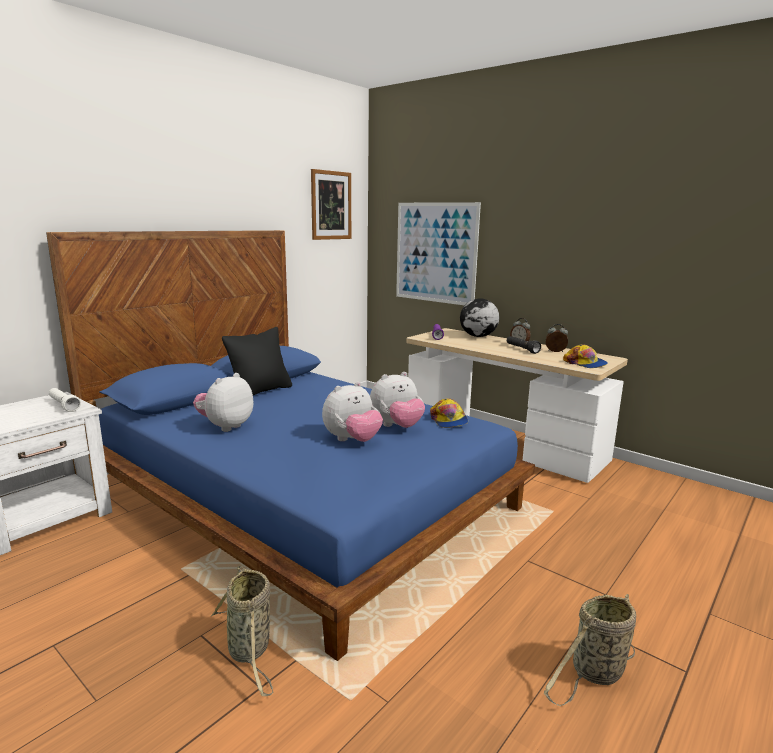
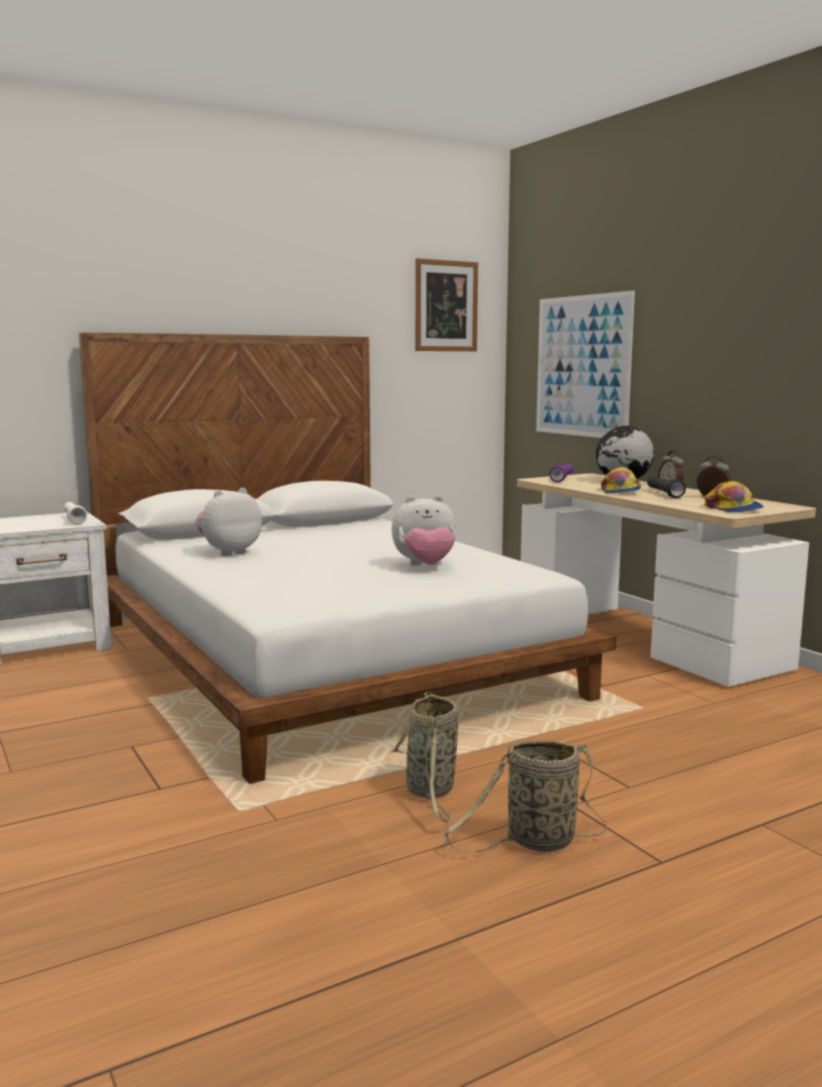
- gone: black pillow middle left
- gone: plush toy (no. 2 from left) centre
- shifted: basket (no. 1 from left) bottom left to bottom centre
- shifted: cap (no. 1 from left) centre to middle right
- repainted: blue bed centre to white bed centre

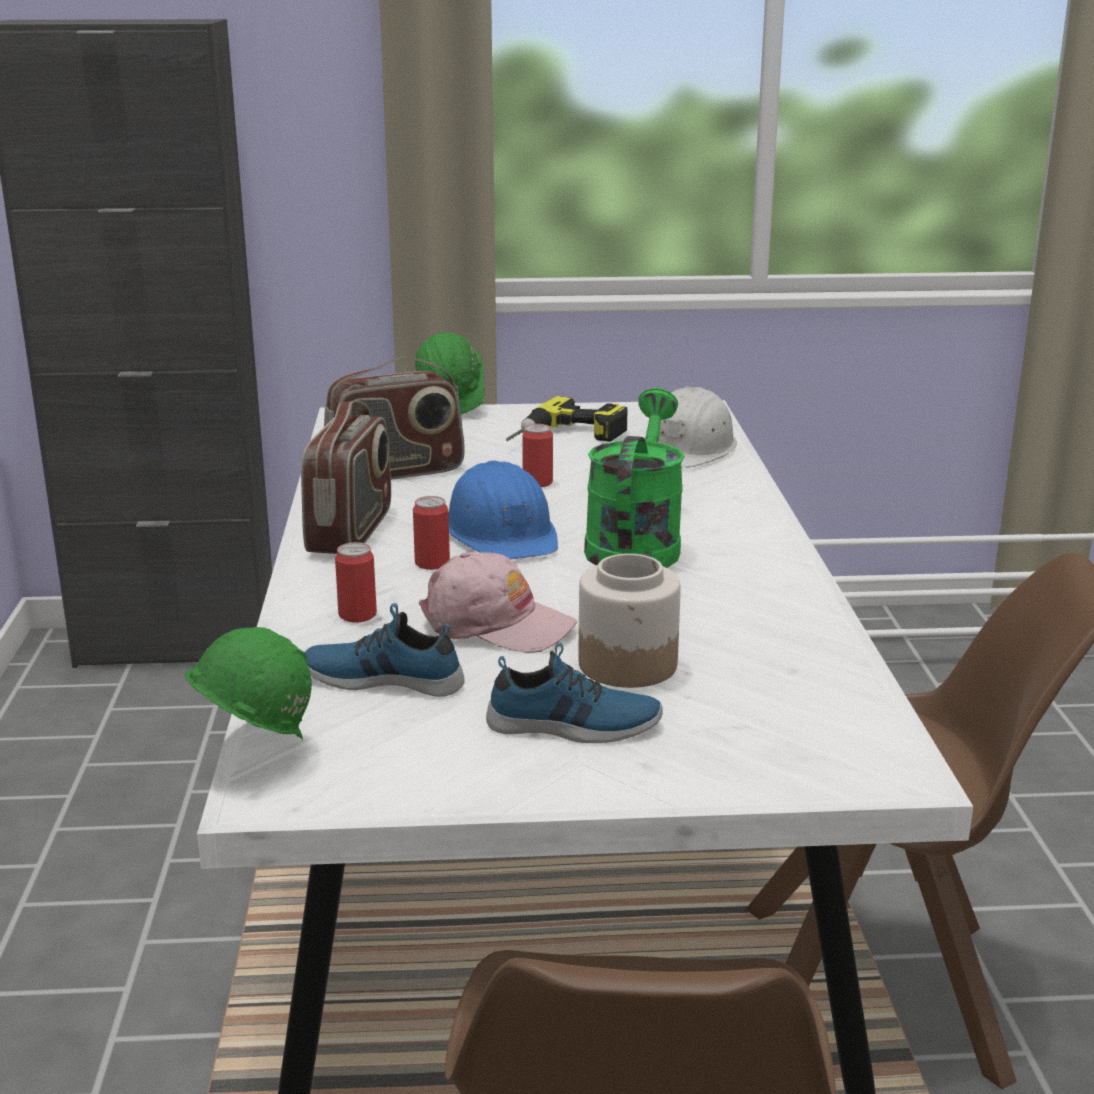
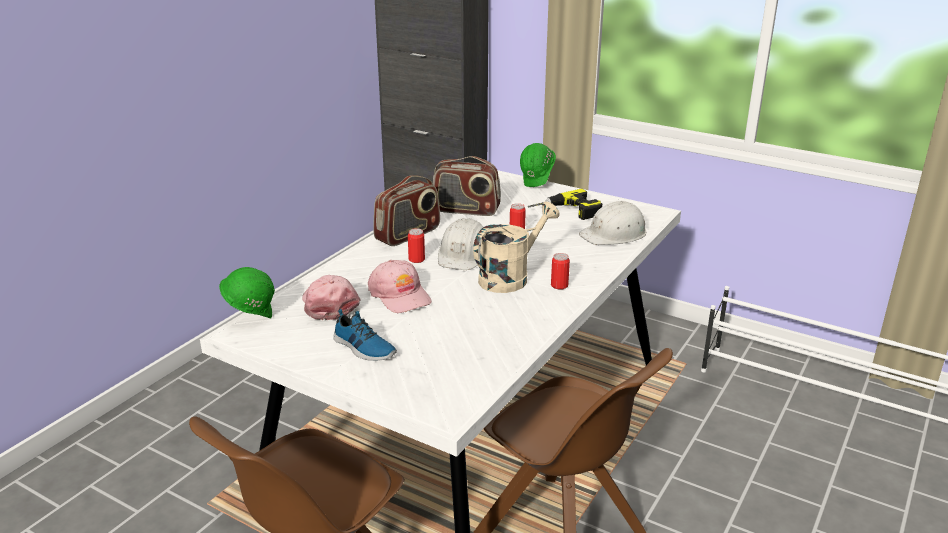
- gone: jar centre
- shifted: can (no. 1 from left in the first image) middle left to can (no. 3 from left) centre
- swapped: shoe (no. 1 from left) centre to pink cap (no. 1 from left) centre
- repainted: blue hard hat centre to white hard hat (no. 1 from left) centre
- repainted: green watering can centre to beige watering can centre

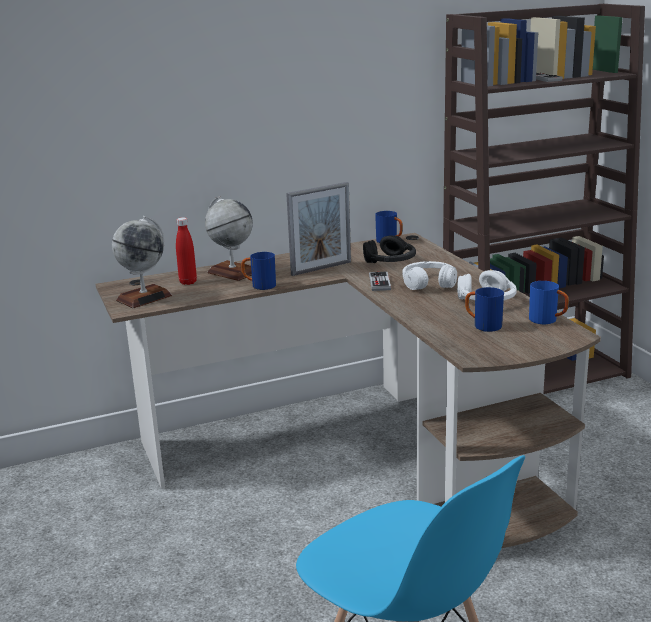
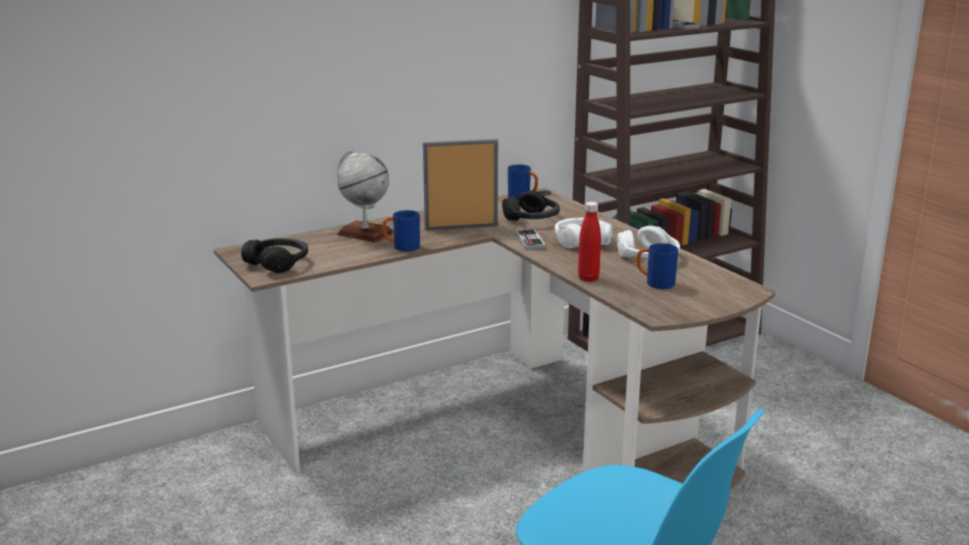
- gone: blue mug (no. 4 from left) middle right
- shifted: red bottle middle left to centre
- swapped: globe (no. 1 from left) middle left to black headphones (no. 1 from left) middle left
- rotated: picture frame centre = centre 150 degrees counterclockwise

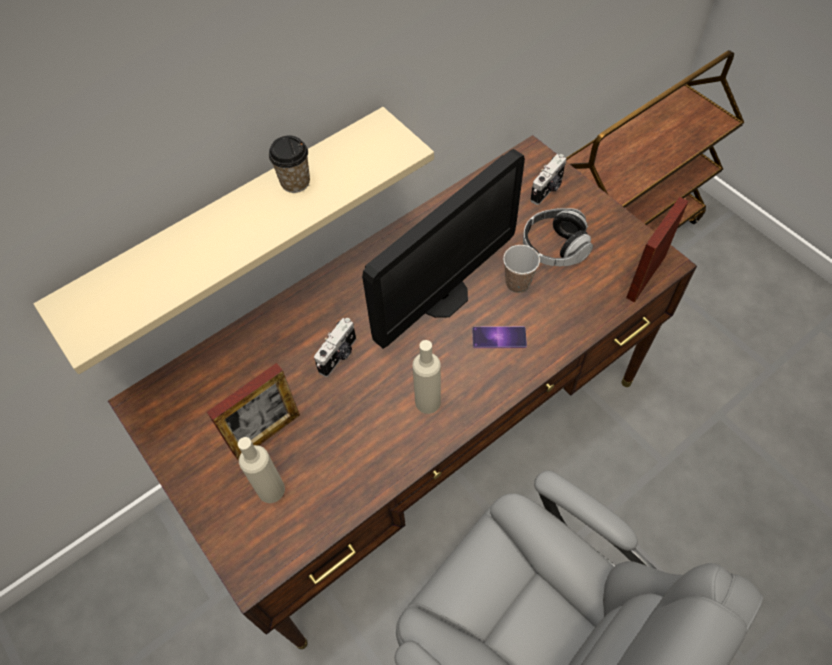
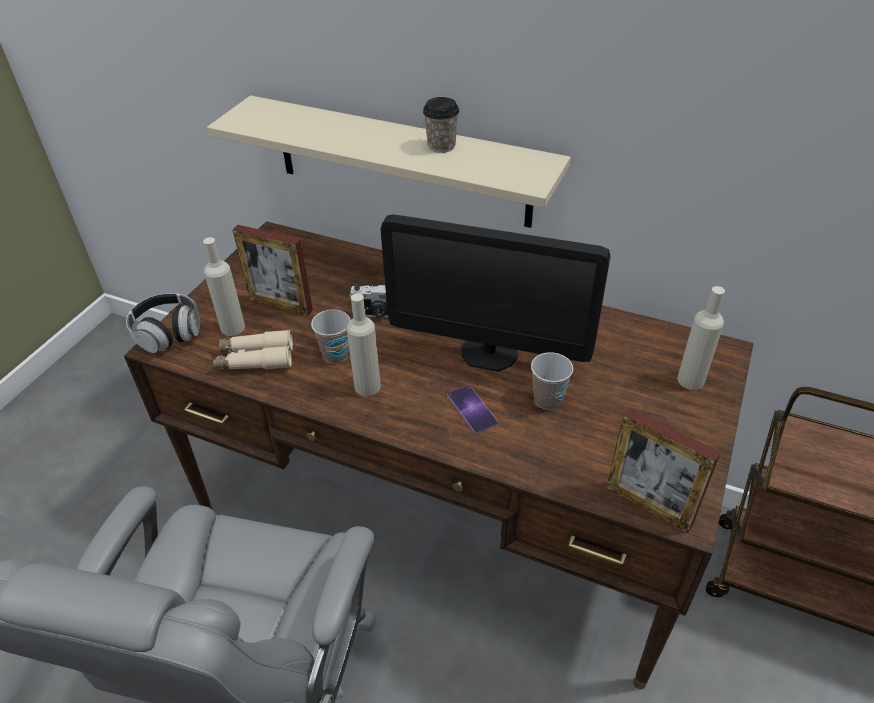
- new: beige binoculars middle left
- new: cup (no. 1 from left) centre
- shifted: headphones middle right to middle left
- swapped: photo camera (no. 2 from left) top centre to beige bottle (no. 3 from left) middle right
- rotated: picture frame (no. 2 from left) middle right = bottom right 150 degrees counterclockwise

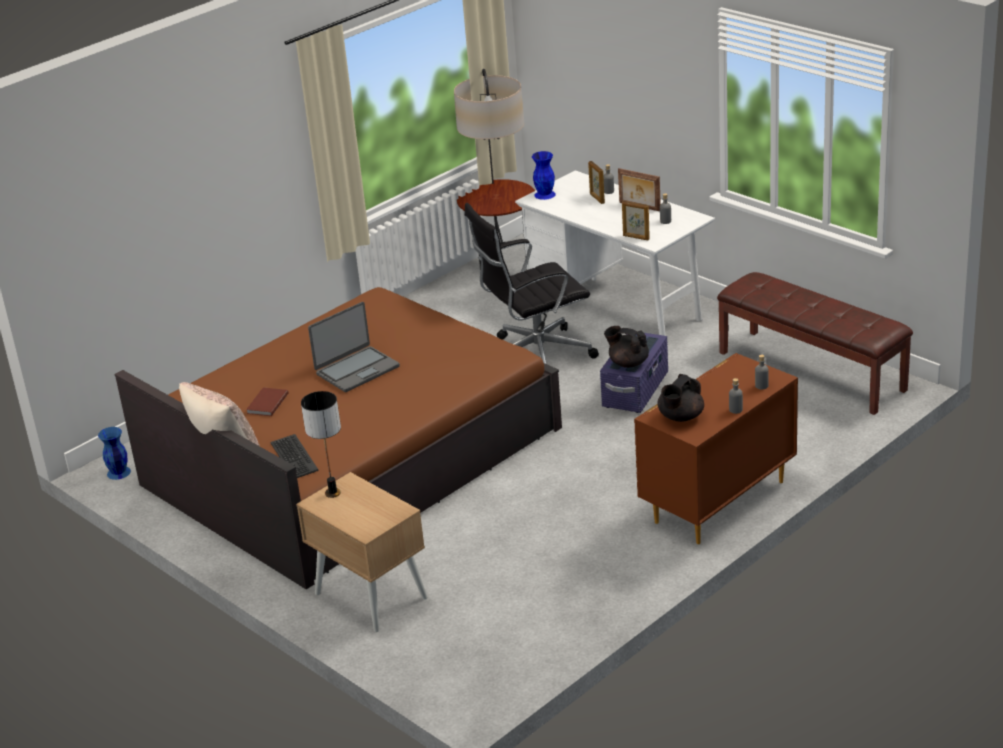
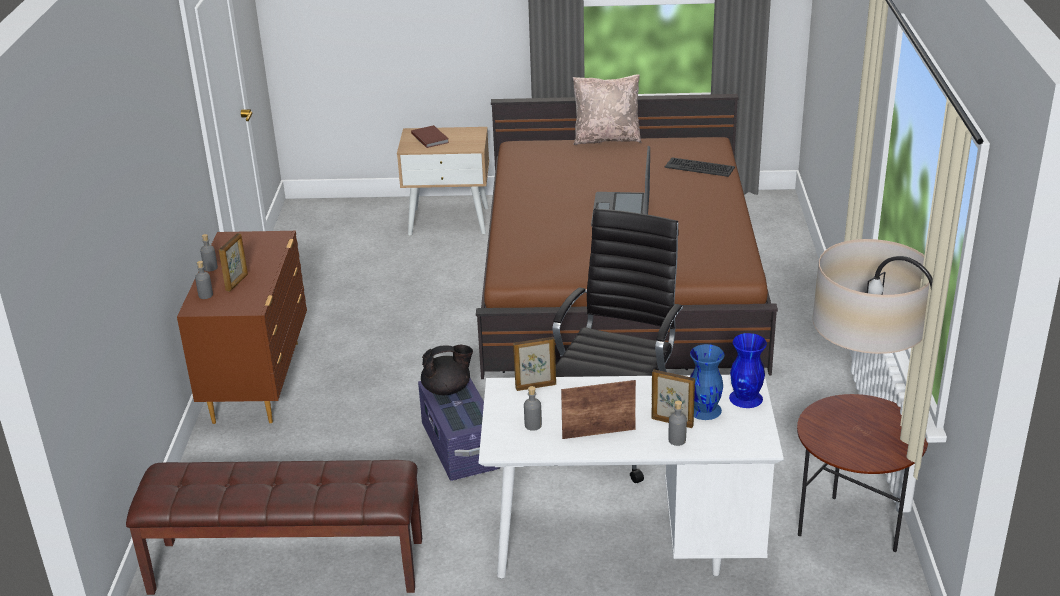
- gone: table lamp middle left
- gone: black teapot (no. 2 from left) middle right
- new: picture frame (no. 1 from left) middle left
- shifted: blue vase (no. 1 from left) middle left to middle right
- shifted: brown book middle left to top centre
- shifted: keyboard middle left to top centre

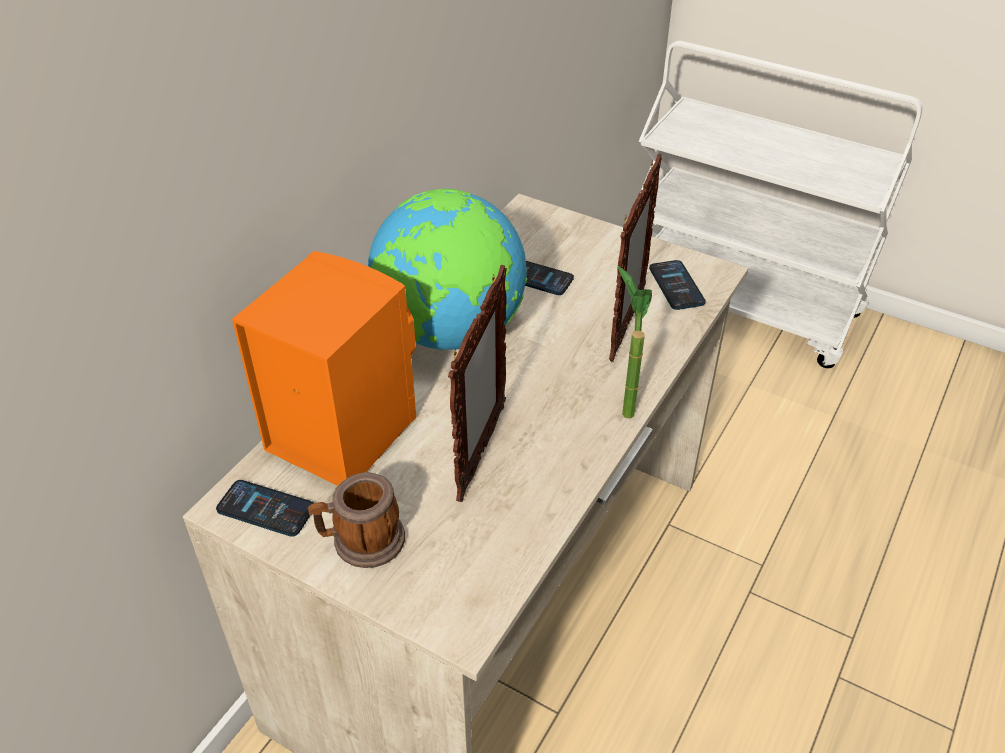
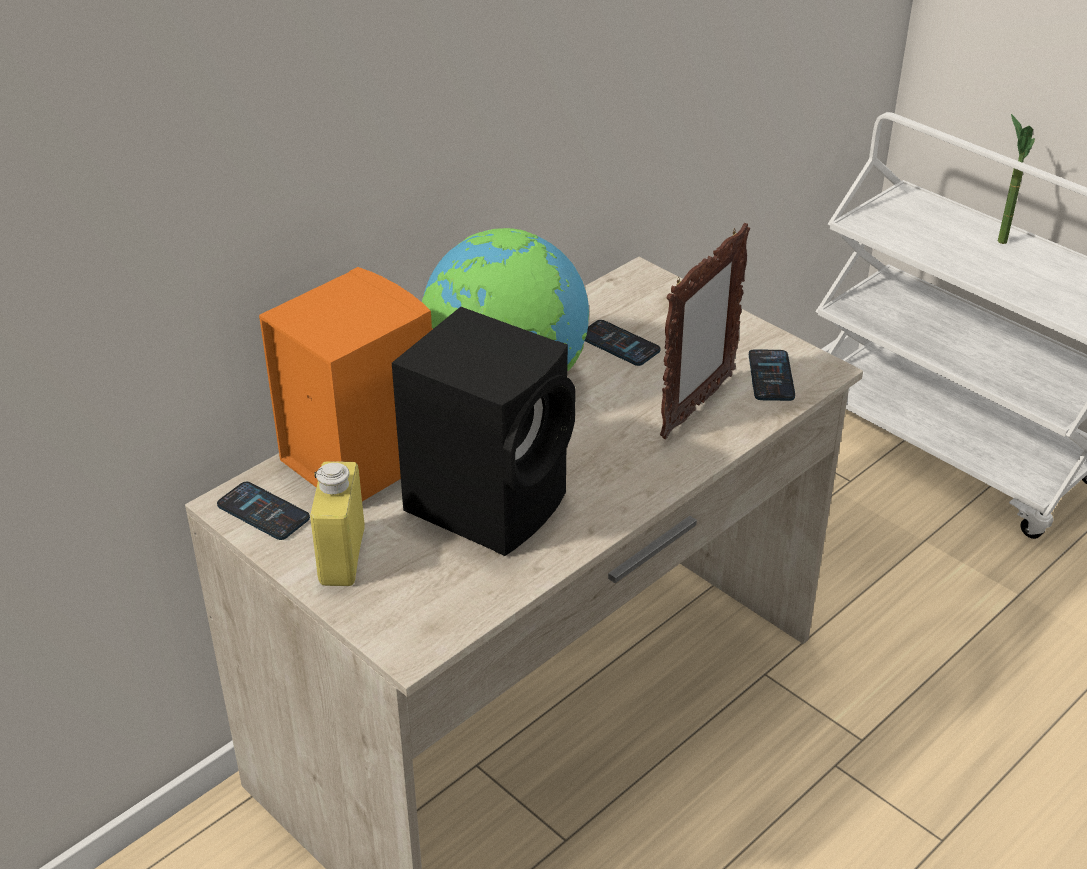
- shifted: potted plant centre to top right
- swapped: mug bottom centre to yellow bottle middle left
- swapped: picture frame (no. 1 from left) centre to black speaker centre

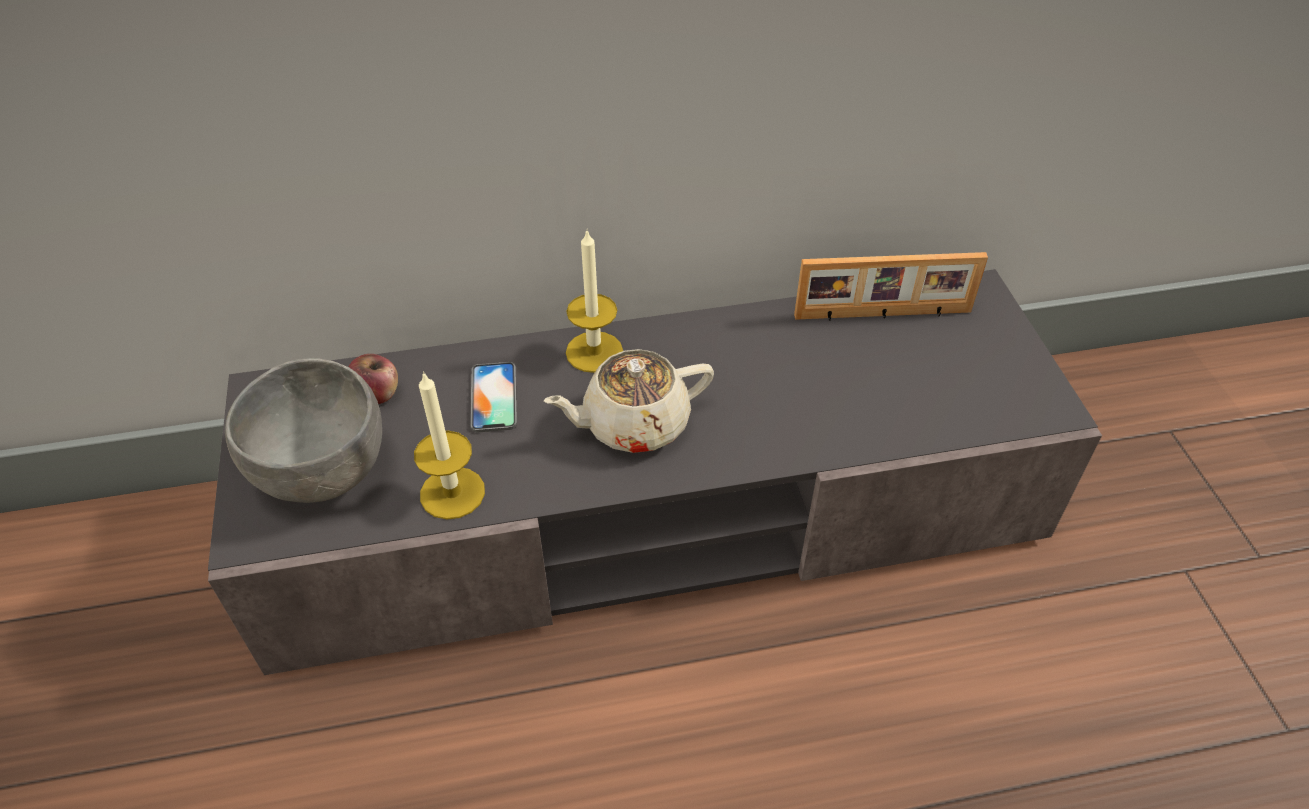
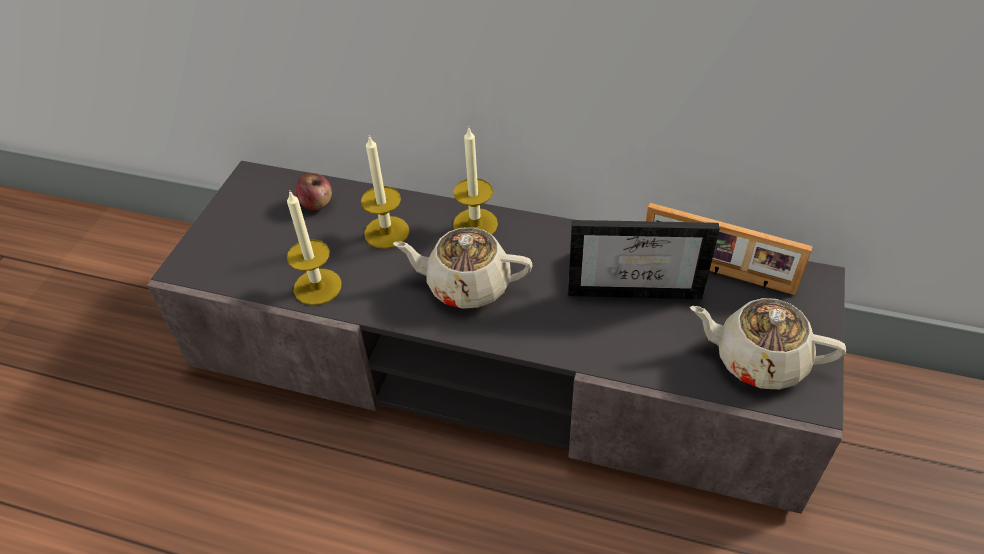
- gone: grey bowl middle left
- new: picture frame (no. 1 from left) centre
- new: beige teapot (no. 2 from left) middle right
- swapped: phone centre to candle (no. 2 from left) centre

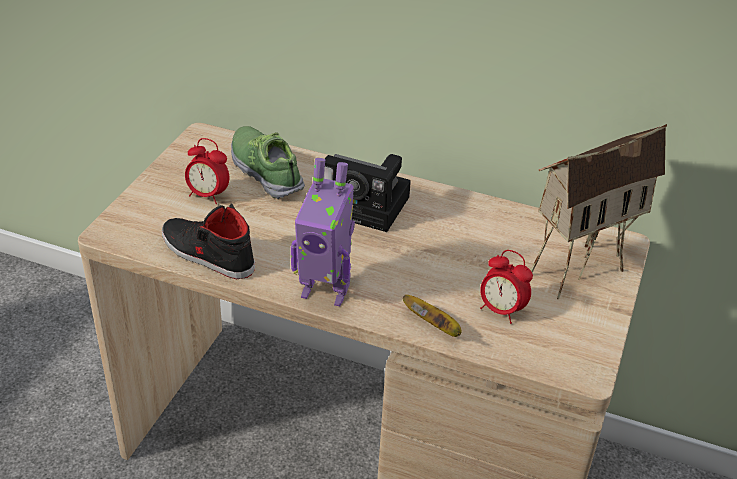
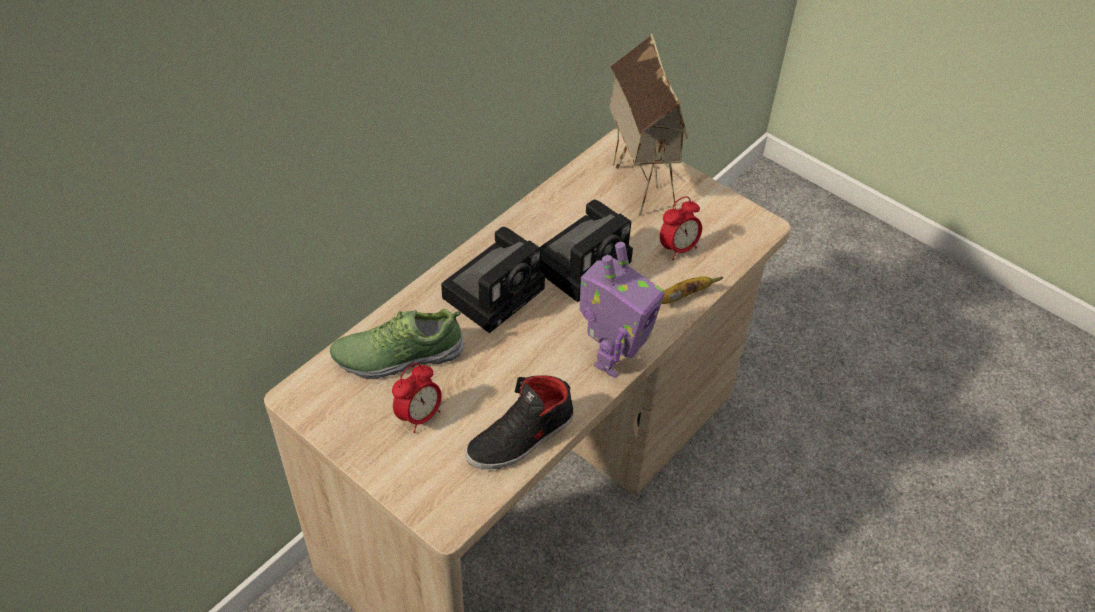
- new: photo camera (no. 2 from left) centre

